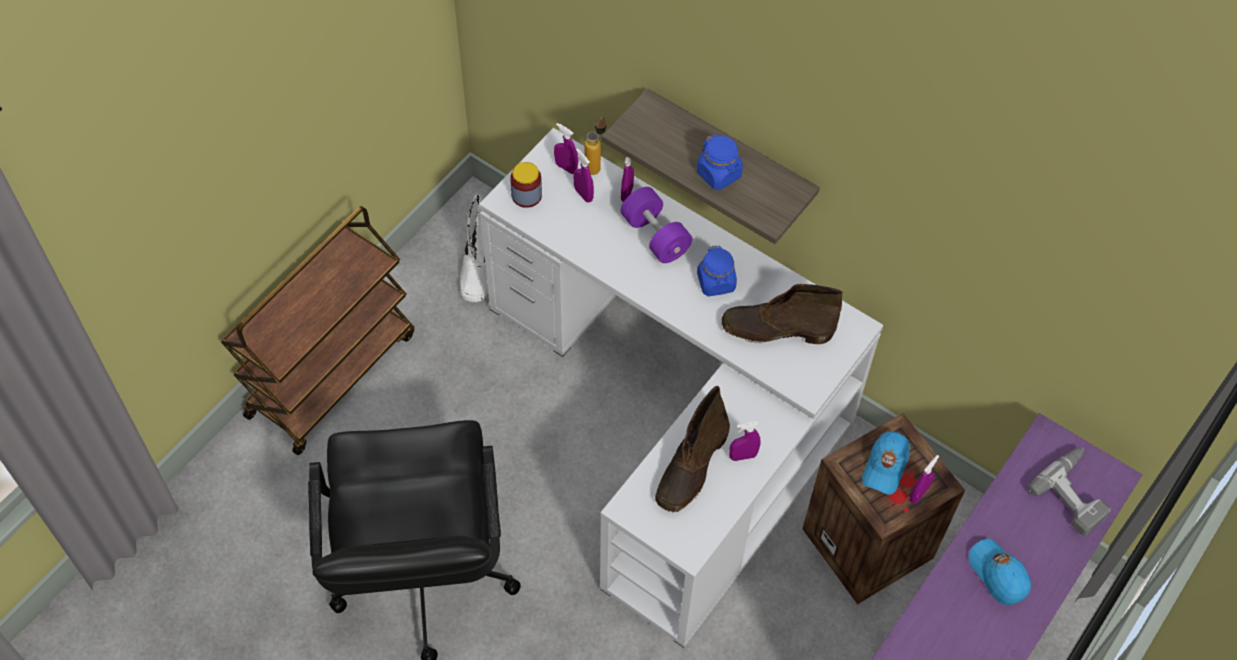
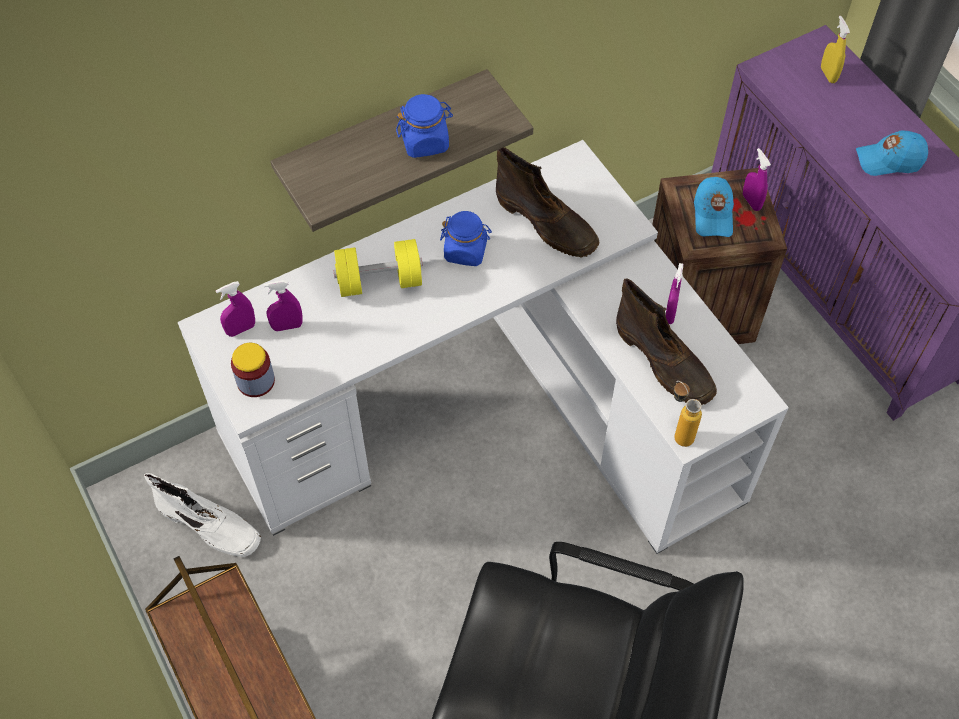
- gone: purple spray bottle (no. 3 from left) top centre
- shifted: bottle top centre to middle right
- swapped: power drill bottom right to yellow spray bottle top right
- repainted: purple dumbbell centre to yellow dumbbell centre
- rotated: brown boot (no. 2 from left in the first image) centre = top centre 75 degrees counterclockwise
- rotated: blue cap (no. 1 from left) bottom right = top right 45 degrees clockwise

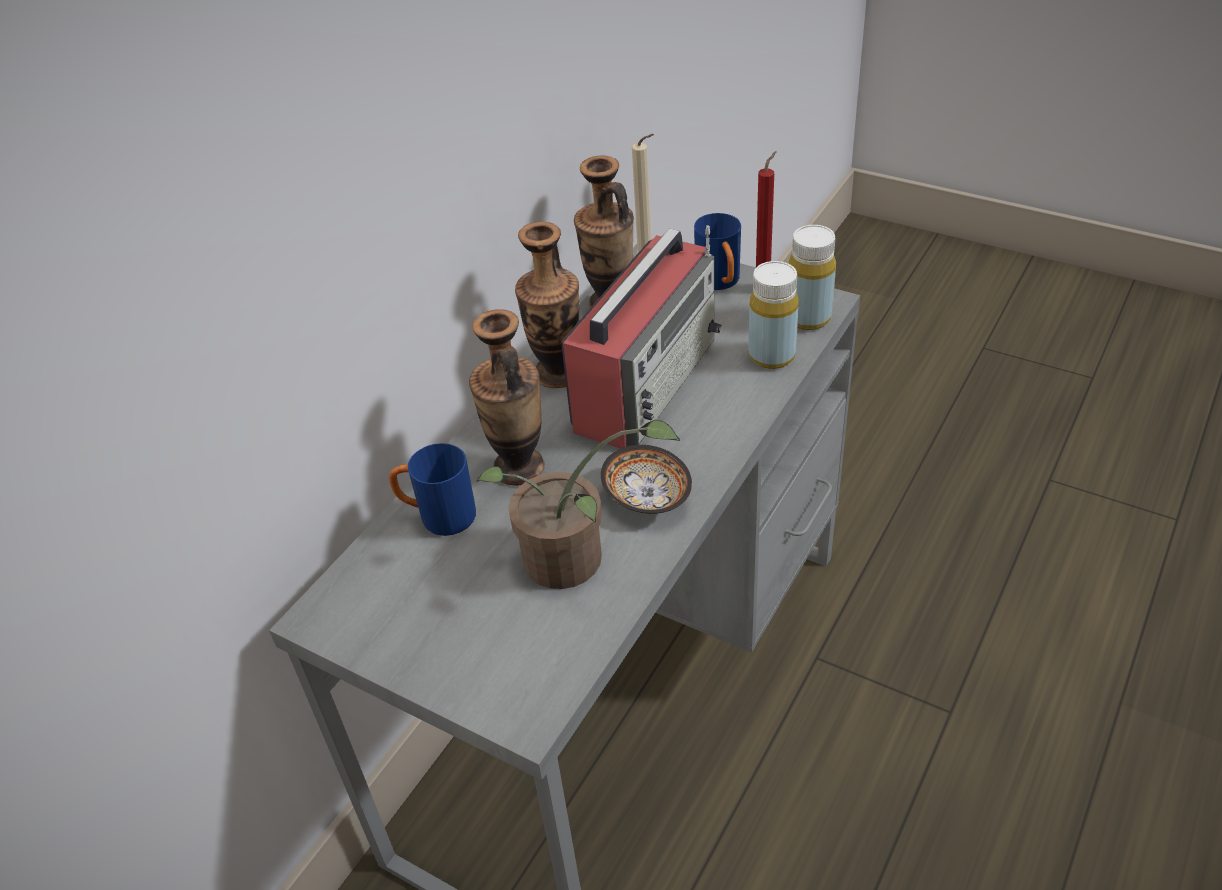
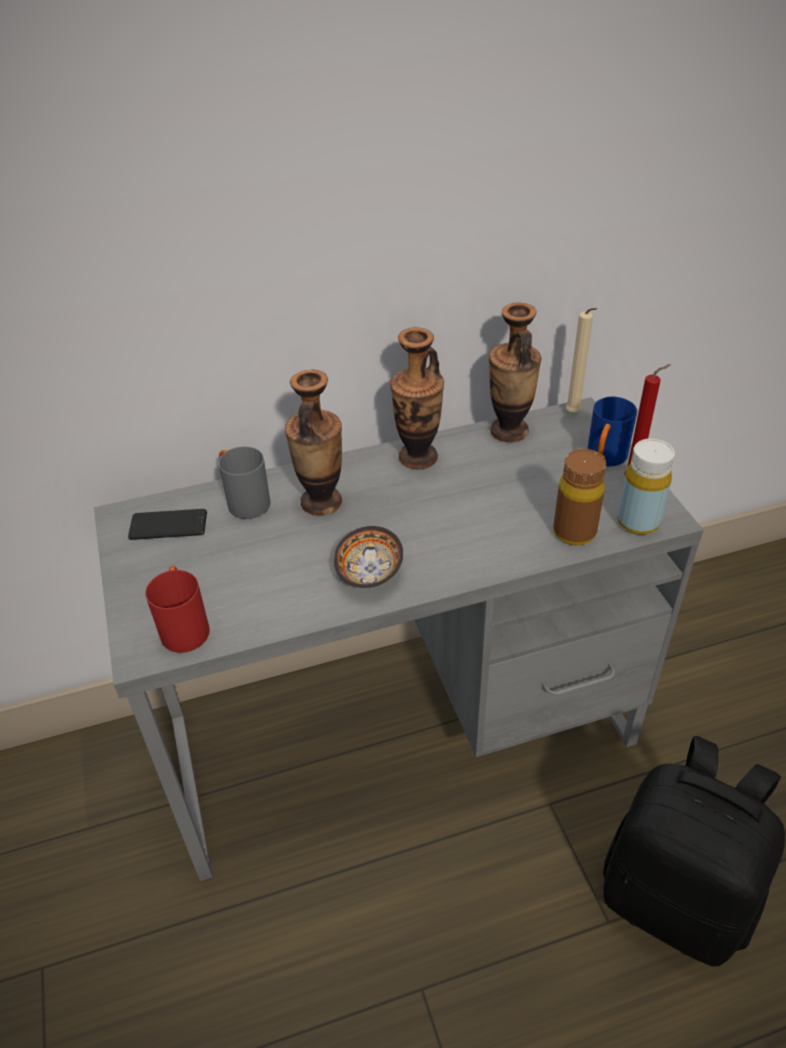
- gone: potted plant centre
- gone: radio centre
- new: phone middle left
- new: red mug middle left
- new: black backpack bottom right
- repainted: blue mug (no. 1 from left) centre to grey mug middle left
- repainted: yellow bottle (no. 1 from left) centre to brown bottle middle right

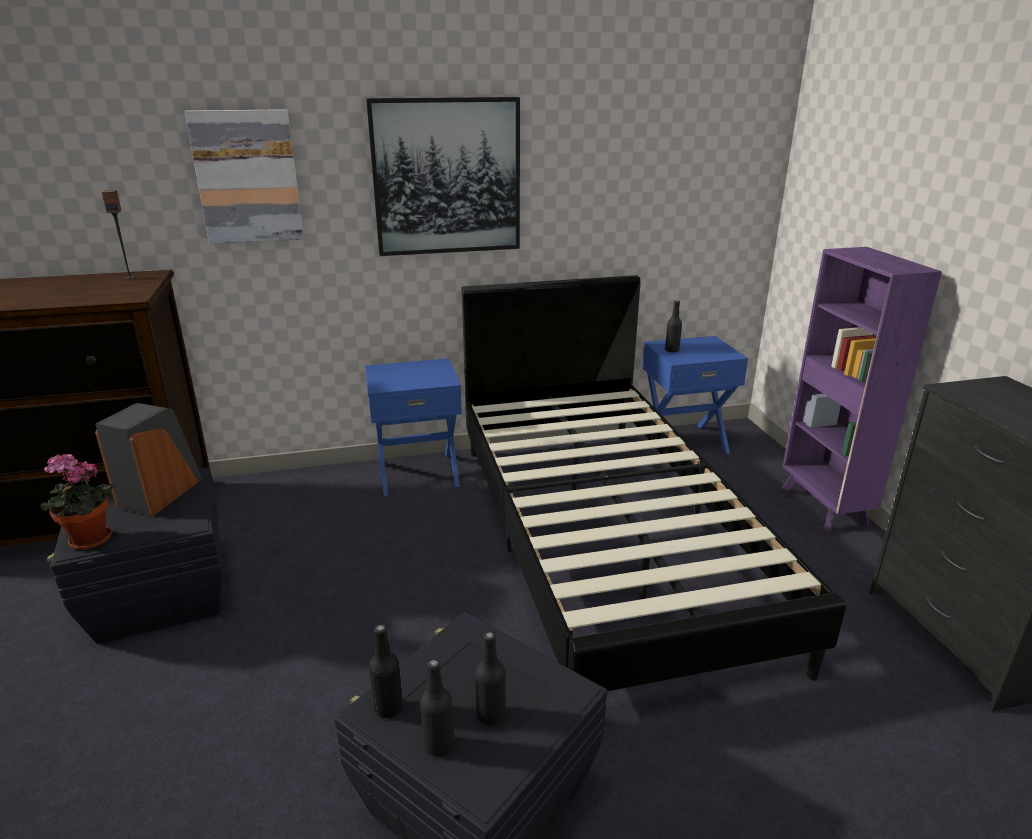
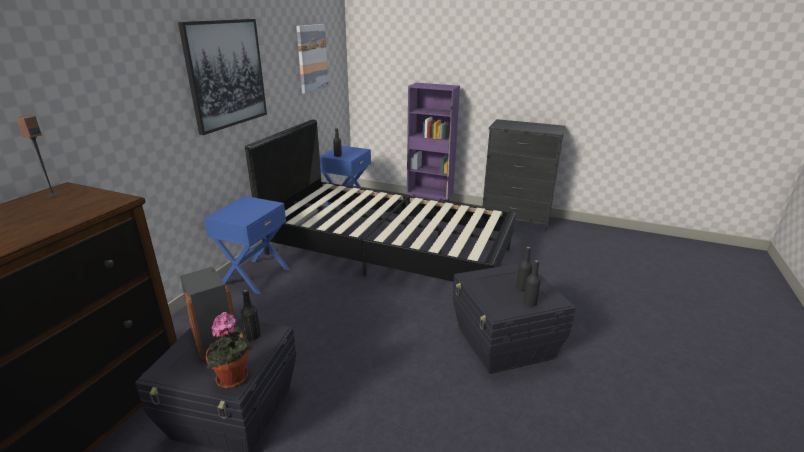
- shifted: picture (no. 1 from left in the first image) top left to picture (no. 2 from left) top centre
- shifted: black bottle (no. 1 from left) bottom centre to bottom left

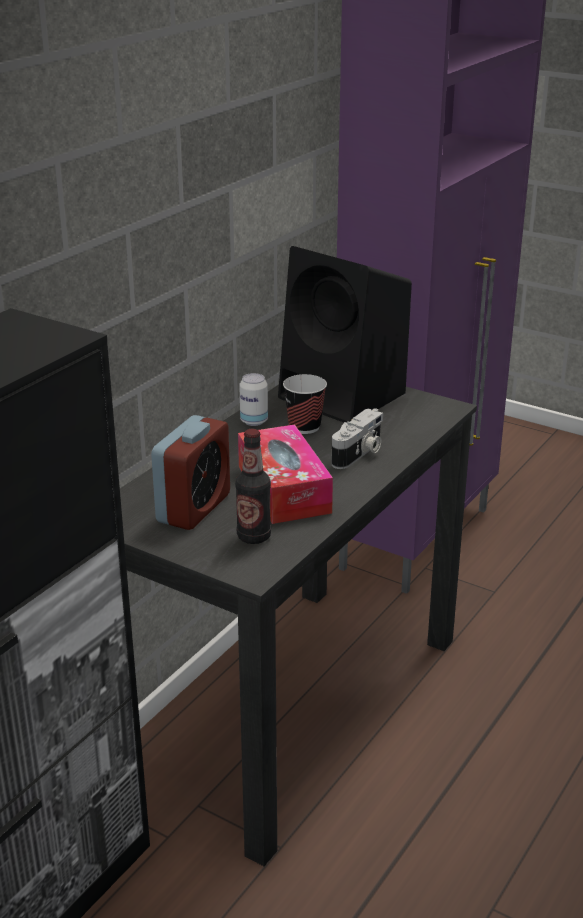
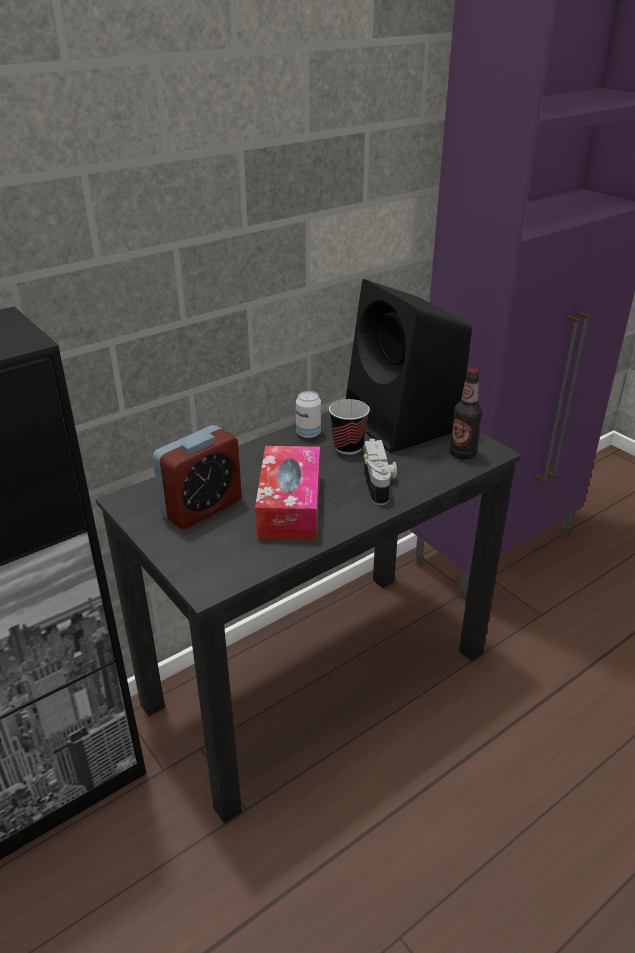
- shifted: bottle centre to middle right
- rotated: photo camera centre = centre 60 degrees counterclockwise

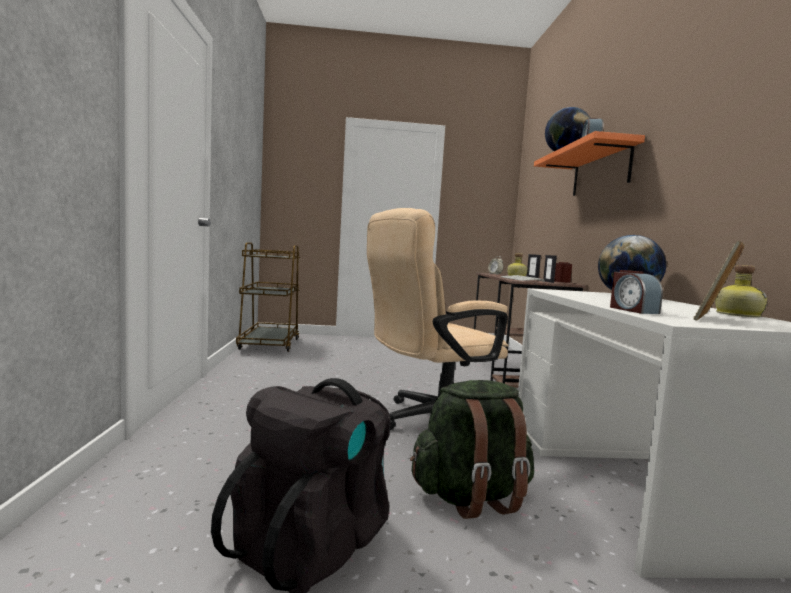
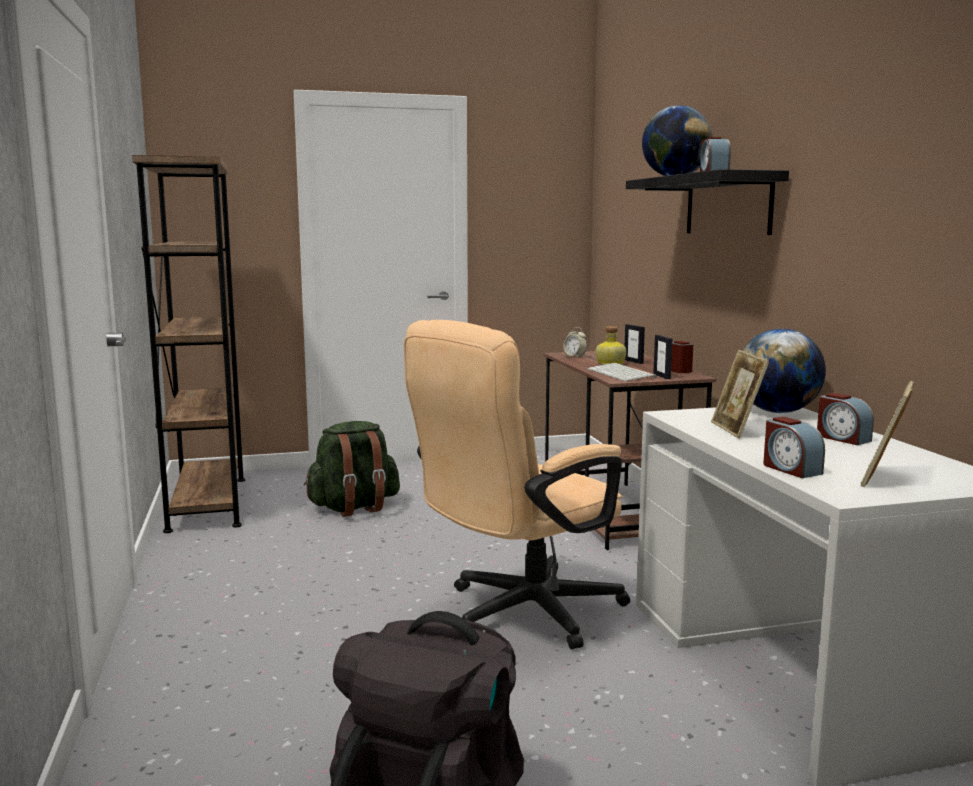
- gone: bottle (no. 2 from left) middle right
- new: picture frame (no. 3 from left) middle right
- new: alarm clock (no. 5 from left) middle right
- shifted: green backpack bottom centre to centre
- swapped: brown cart centre to brown bookcase middle left
- repainted: orange shelf top right to black shelf top right

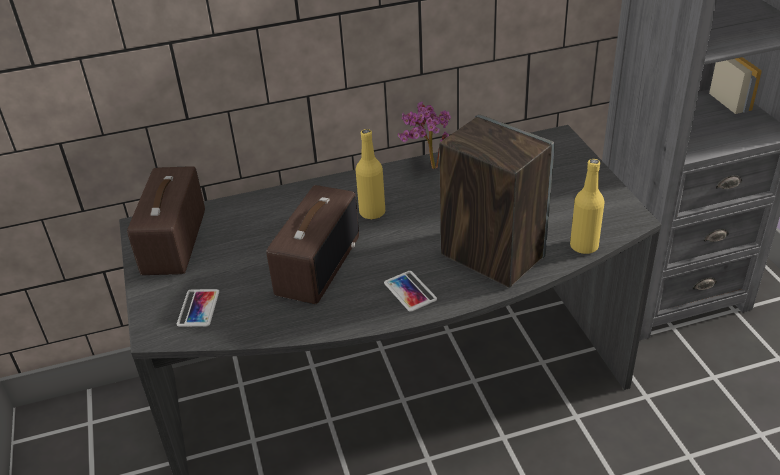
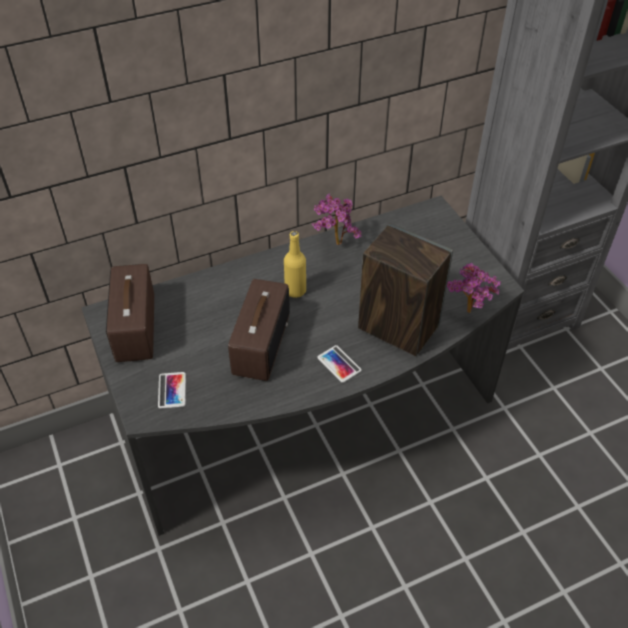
- swapped: yellow bottle (no. 2 from left) middle right to potted plant (no. 2 from left) middle right

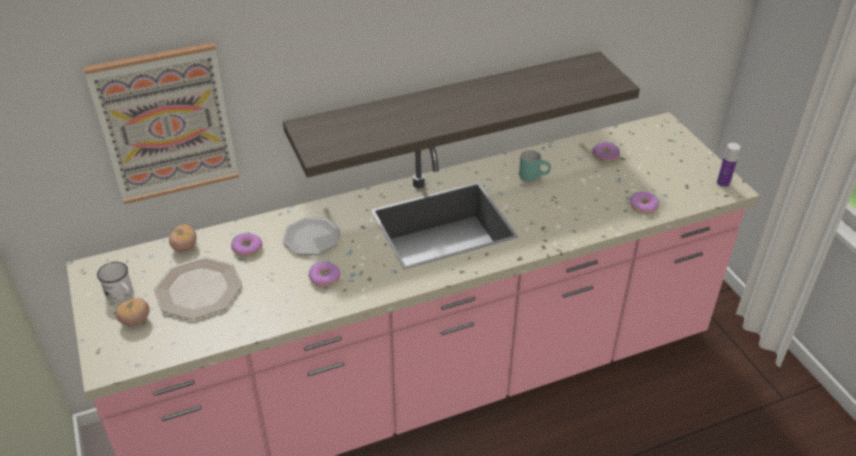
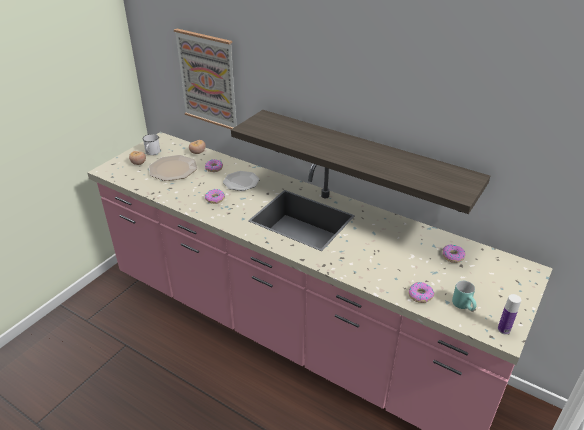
- shifted: turquoise mug centre to bottom right

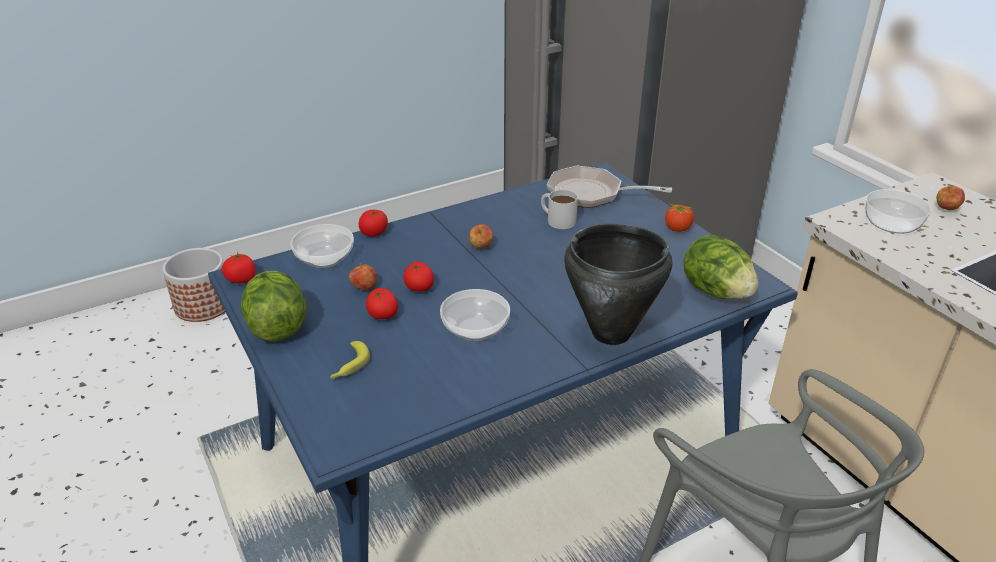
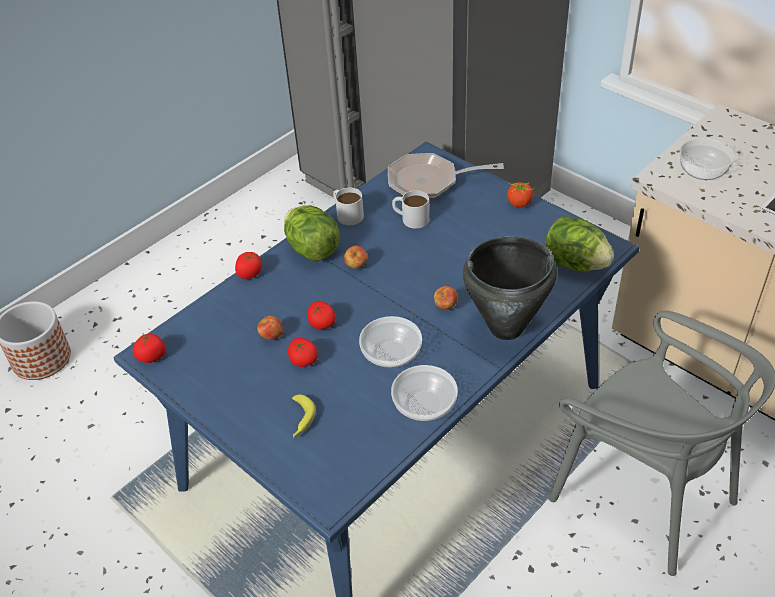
- new: white mug (no. 1 from left) centre
- shifted: lettuce (no. 1 from left) middle left to centre
- shifted: bowl (no. 1 from left in the first image) middle left to bowl (no. 2 from left) centre
- shifted: apple (no. 3 from left) middle right to centre

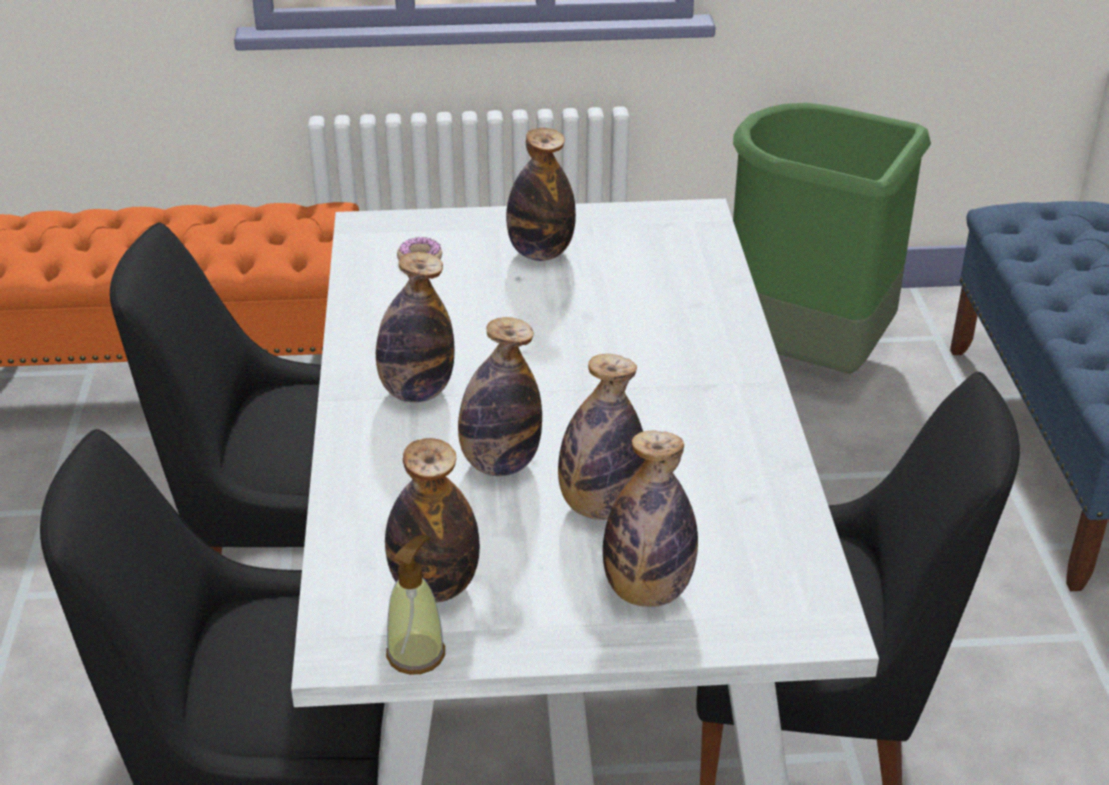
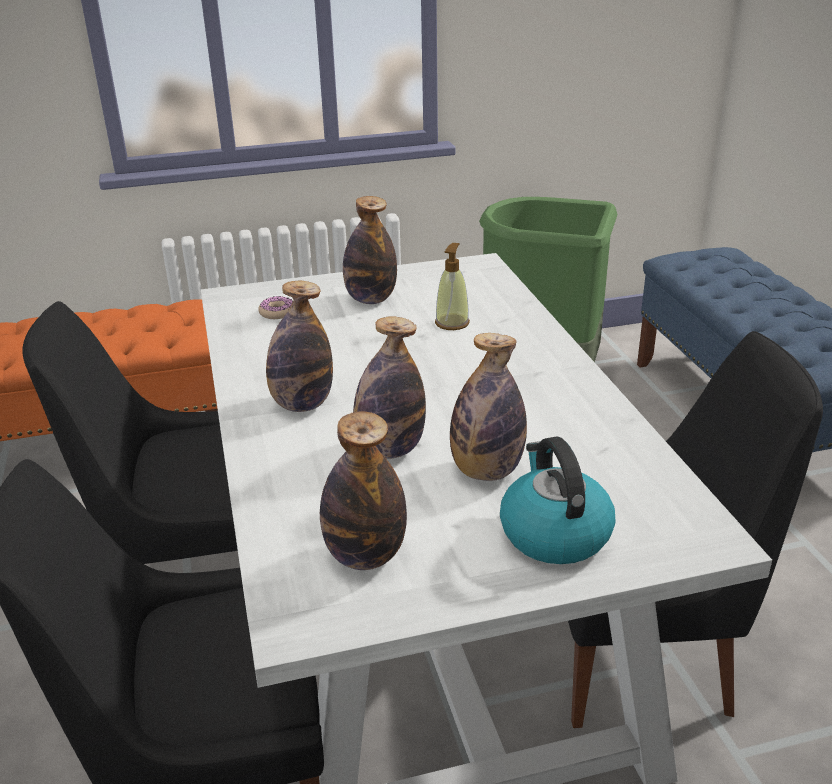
- shifted: soap dispenser bottom centre to centre
- swapped: bottle (no. 6 from left) centre to kettle middle right

